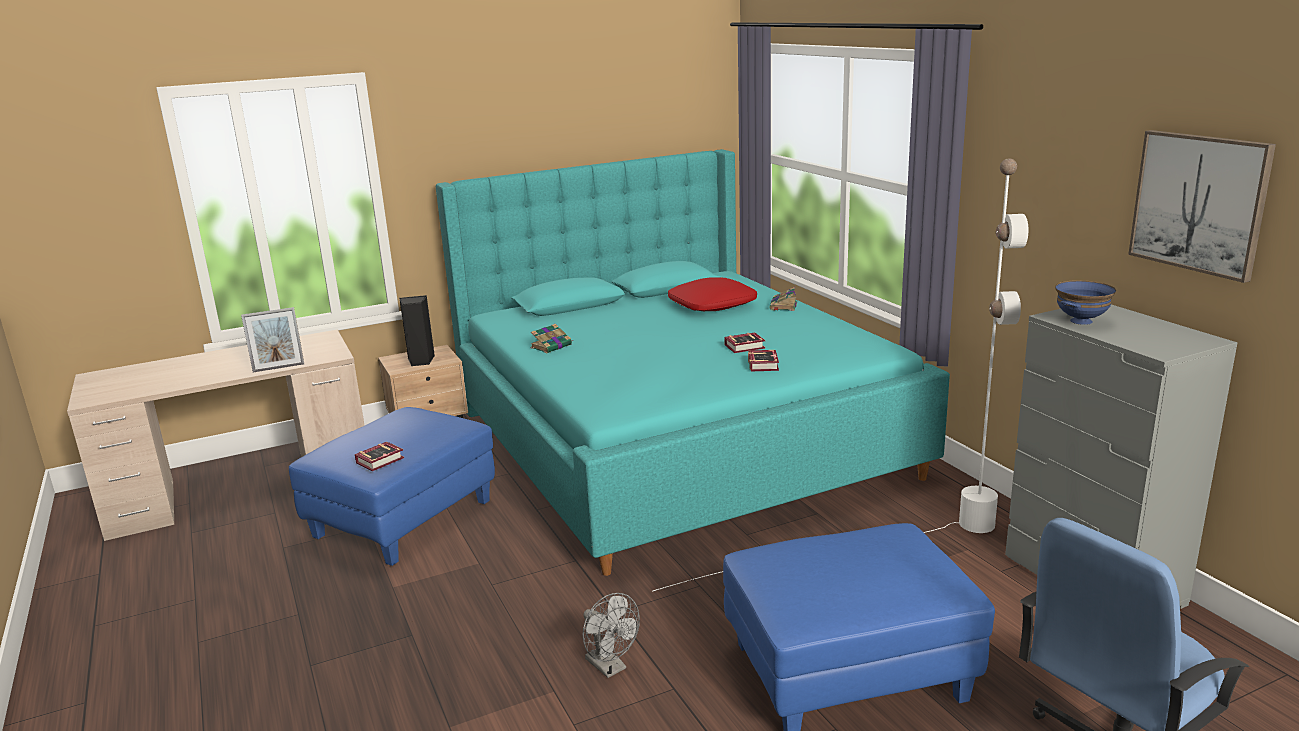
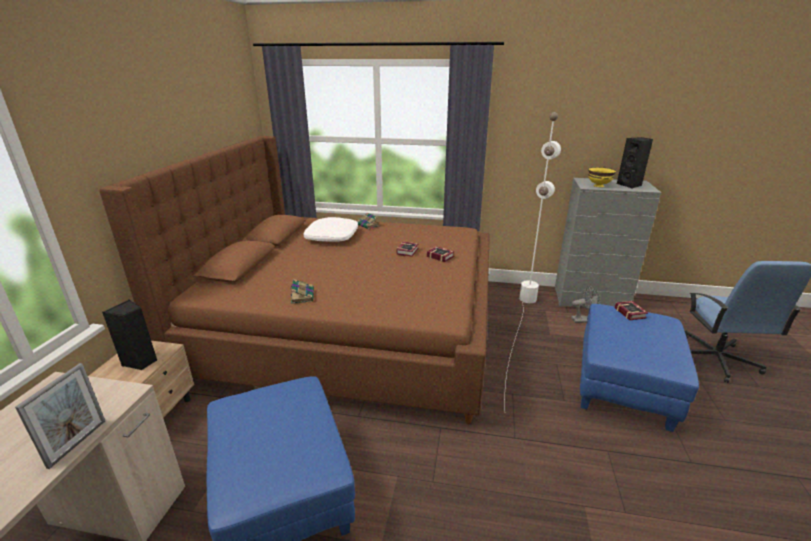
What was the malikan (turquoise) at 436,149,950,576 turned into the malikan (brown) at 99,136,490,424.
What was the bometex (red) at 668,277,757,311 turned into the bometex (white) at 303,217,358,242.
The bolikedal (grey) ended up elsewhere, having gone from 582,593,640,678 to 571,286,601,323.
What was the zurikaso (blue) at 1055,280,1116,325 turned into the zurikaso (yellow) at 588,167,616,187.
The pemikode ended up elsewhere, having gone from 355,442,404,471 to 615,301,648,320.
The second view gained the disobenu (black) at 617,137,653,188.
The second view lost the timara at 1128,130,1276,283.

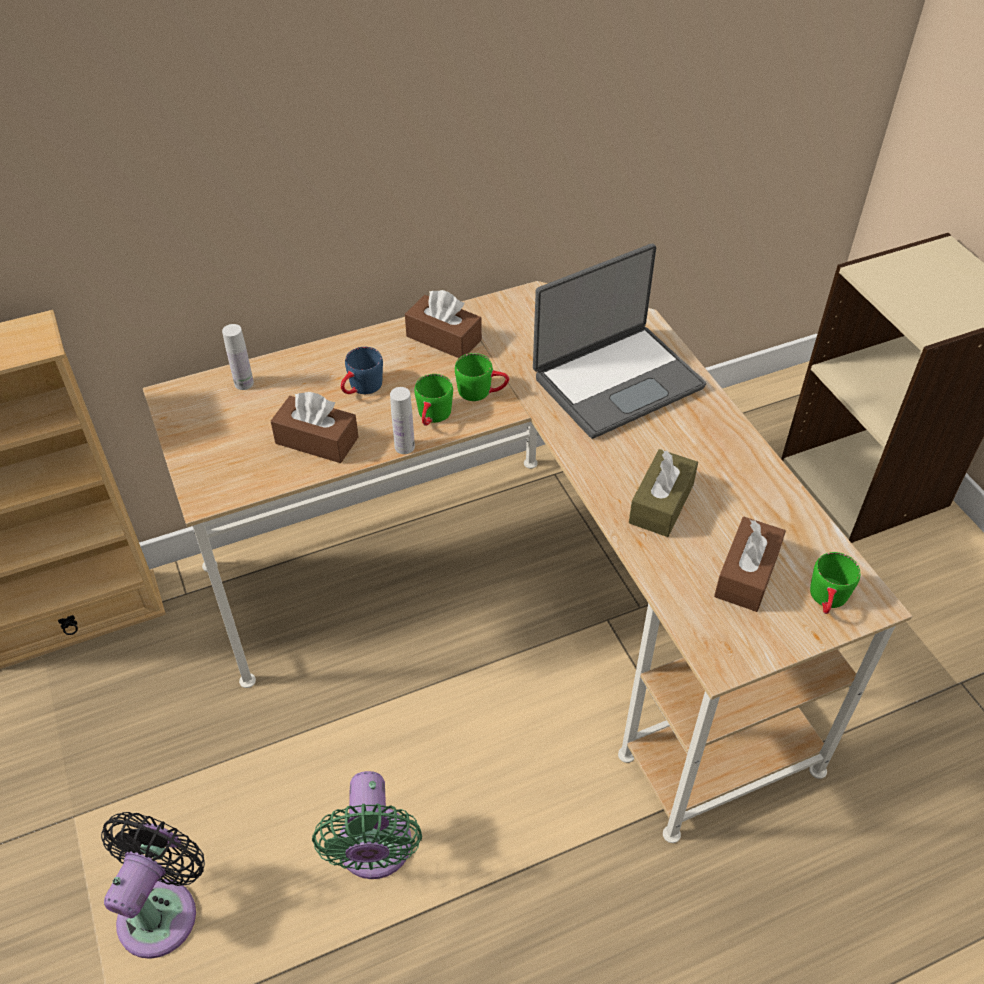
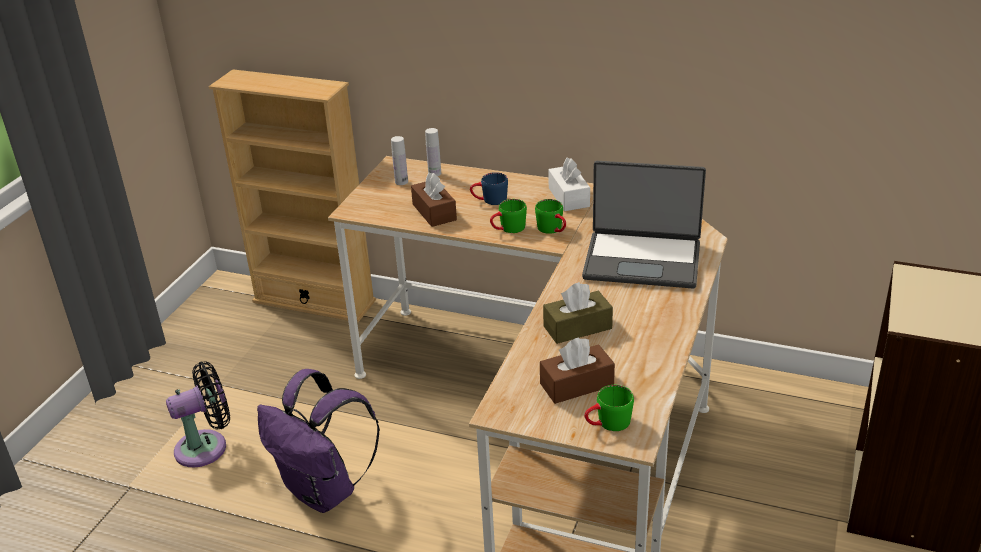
Where the bolikedal (green) stood at 312,771,422,879, the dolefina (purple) came to stand at 257,369,380,513.
The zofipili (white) ended up elsewhere, having gone from 390,387,415,454 to 391,136,408,185.
What was the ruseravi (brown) at 405,290,482,358 turned into the ruseravi (white) at 548,158,590,211.

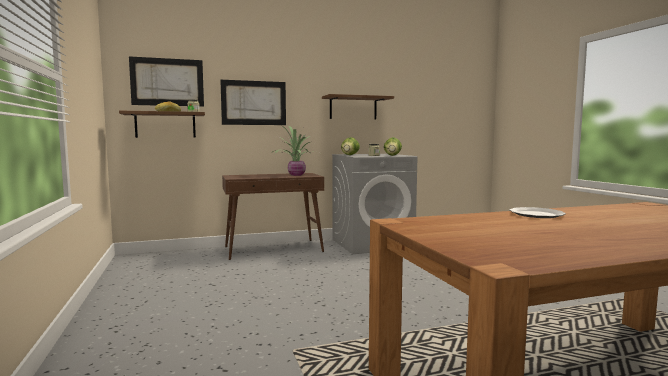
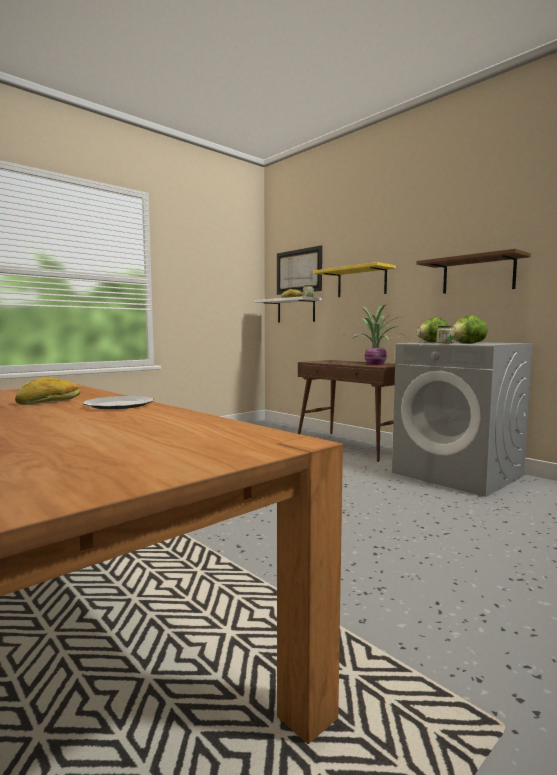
The second view gained the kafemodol at 15,376,80,405.
What was the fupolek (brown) at 119,110,205,138 turned into the fupolek (white) at 254,296,322,323.
Where the timara hung at 220,80,286,125, the fupolek (yellow) came to hang at 313,262,396,297.

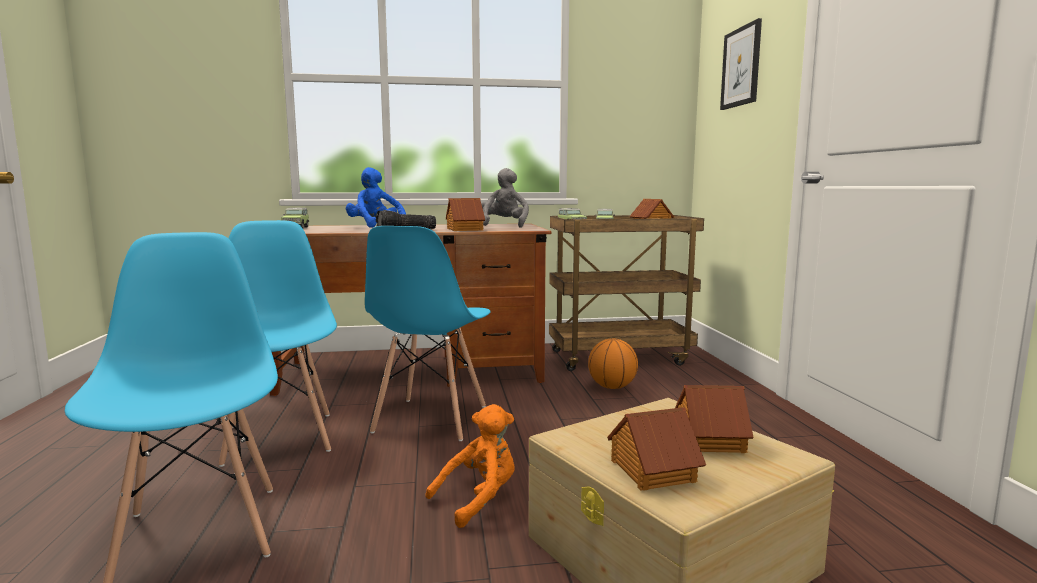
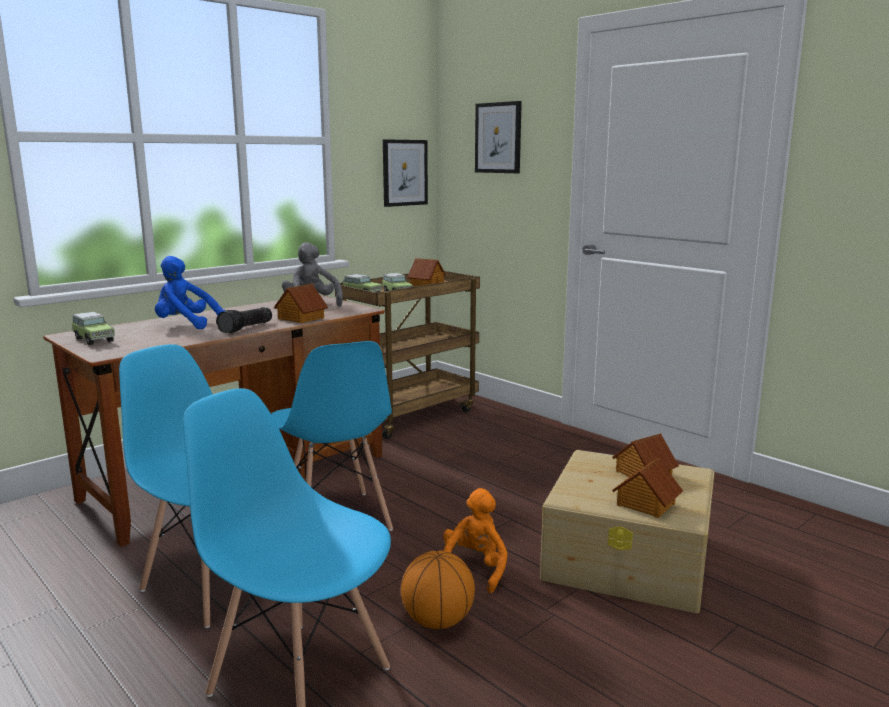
The second view gained the timara at 383,139,428,207.
The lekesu ended up elsewhere, having gone from 588,338,638,389 to 401,551,475,629.

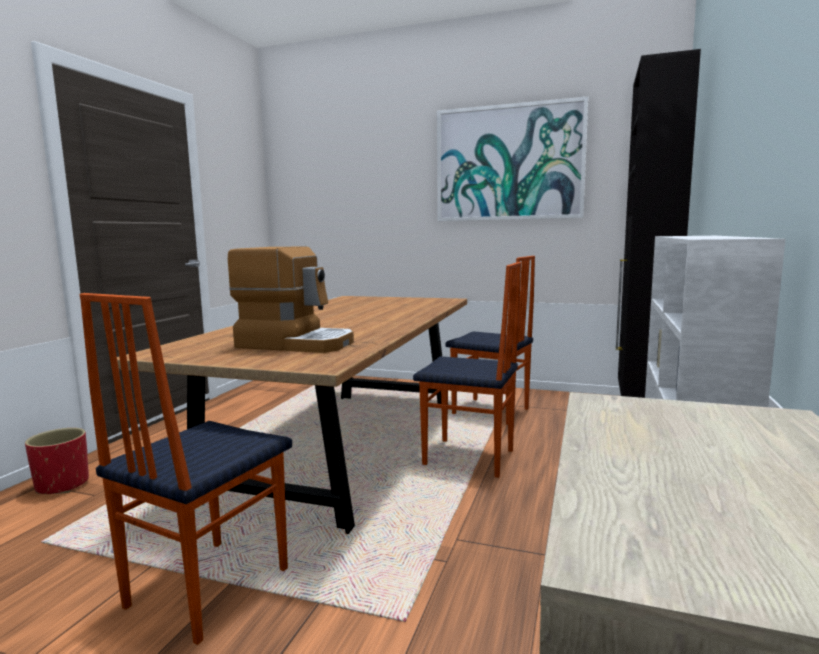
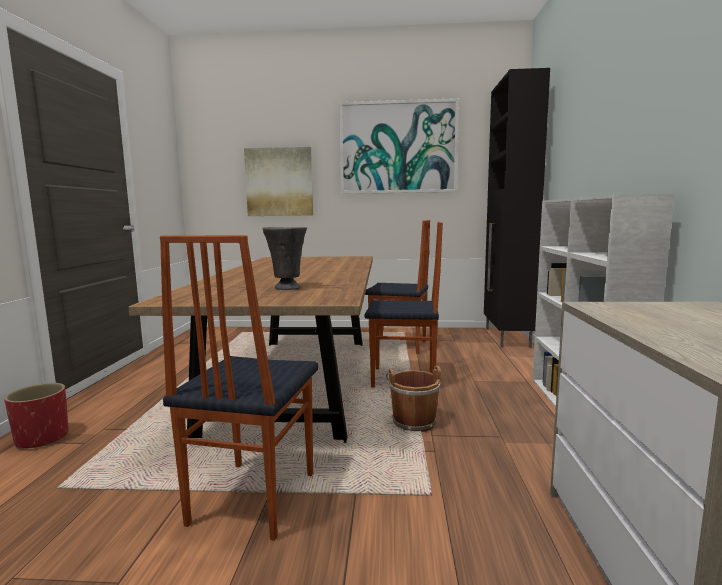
The second view gained the timara at 244,147,313,216.
Where the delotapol stood at 228,246,354,353, the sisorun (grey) came to stand at 263,227,307,290.
The second view gained the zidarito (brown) at 386,366,441,432.

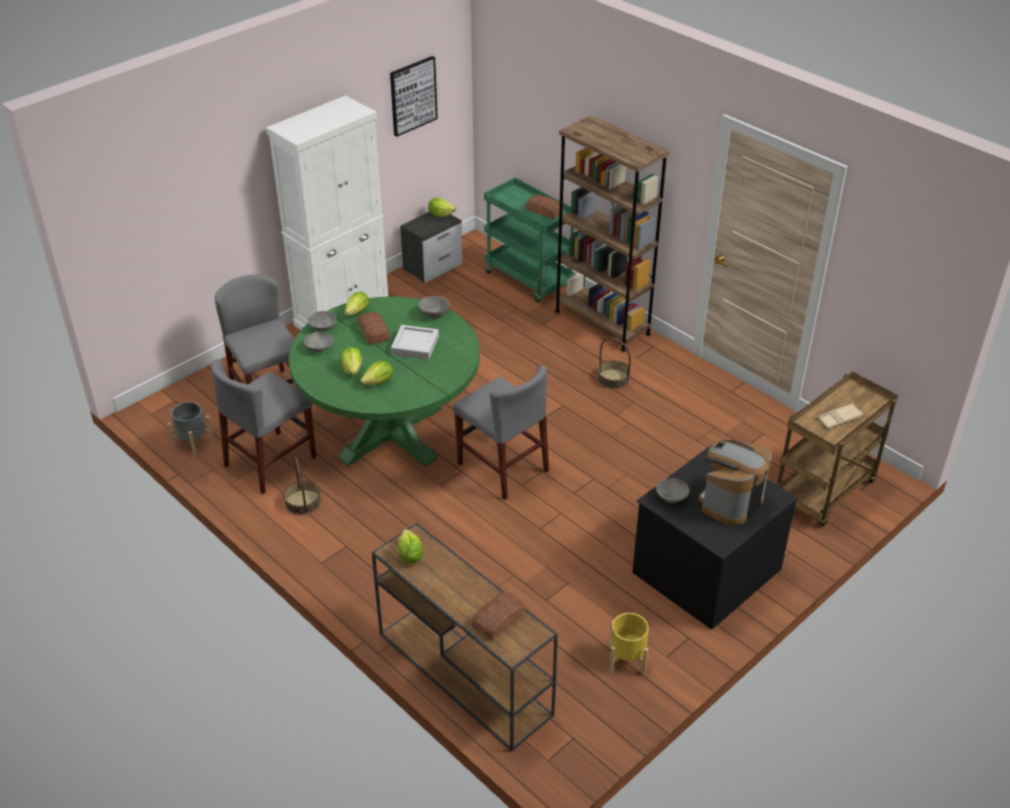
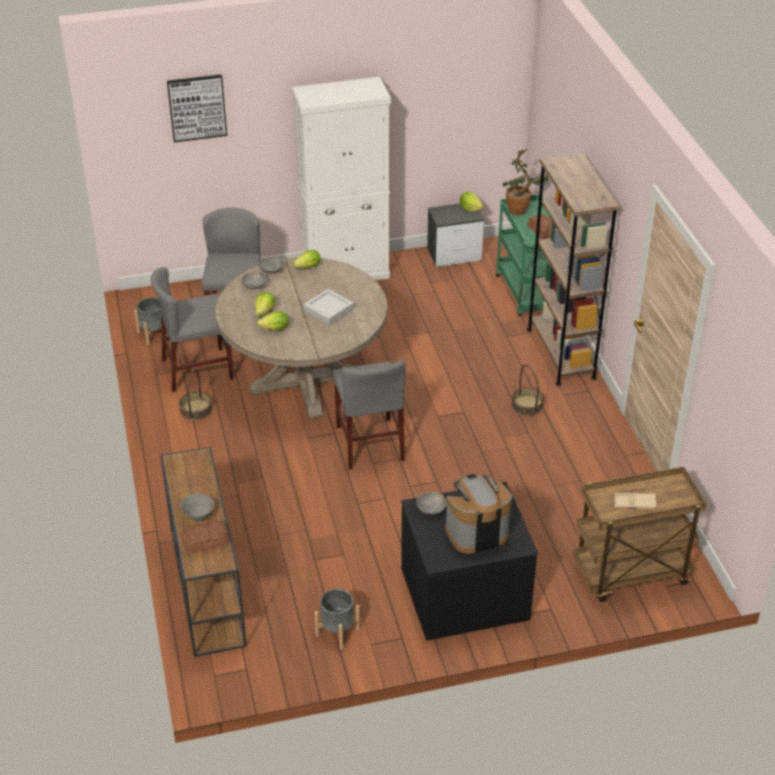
The timara ended up elsewhere, having gone from 390,56,438,137 to 167,75,227,142.
The zurikaso (grey) ended up elsewhere, having gone from 418,296,449,319 to 180,493,215,521.
What was the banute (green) at 289,297,480,467 turned into the banute (beige) at 215,257,387,419.
What was the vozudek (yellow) at 609,613,649,675 turned into the vozudek (grey) at 314,589,360,649.
The second view gained the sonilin at 502,149,549,215.
The second view lost the kafemodol at 358,312,390,345.
The second view lost the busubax at 398,529,423,564.

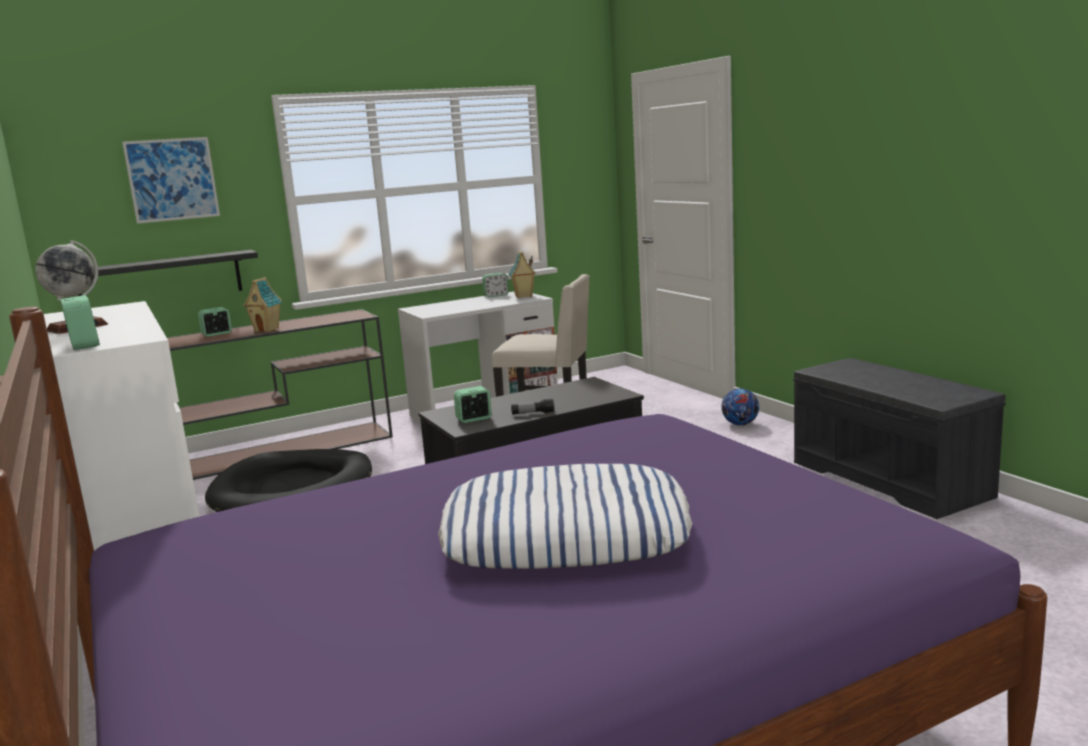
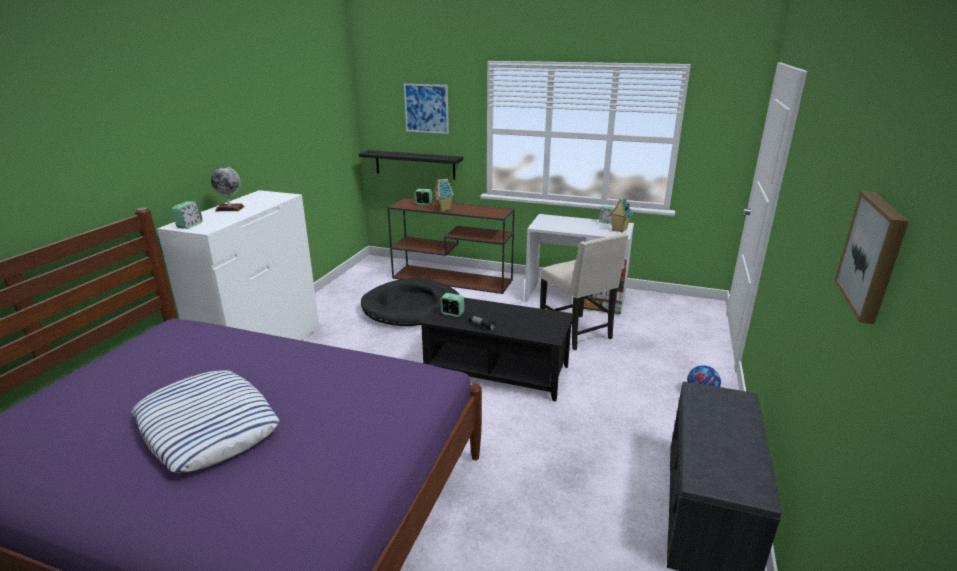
The second view gained the timara at 834,191,909,324.

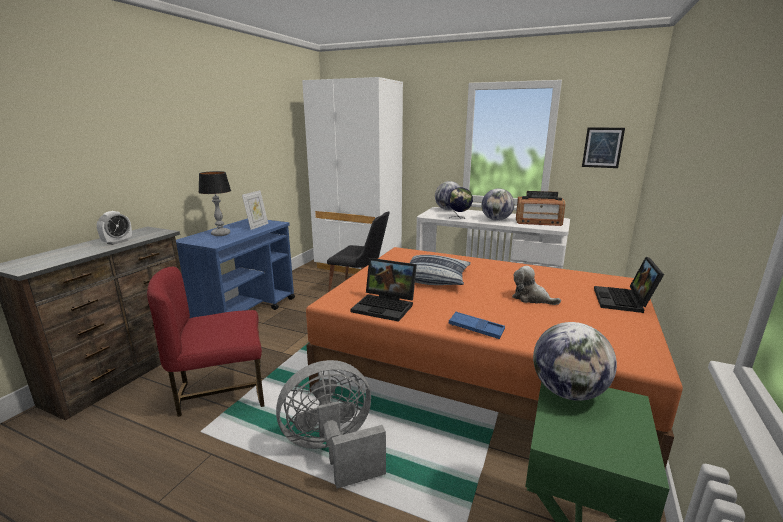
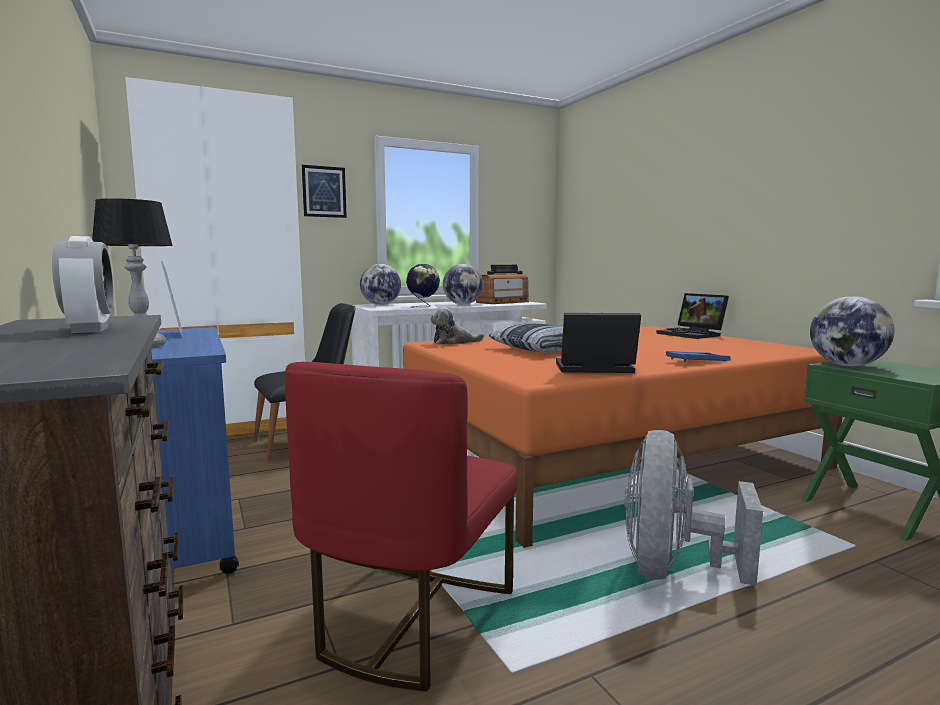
The timara ended up elsewhere, having gone from 582,127,625,168 to 302,165,347,218.
The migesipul ended up elsewhere, having gone from 512,266,561,305 to 430,307,484,345.
The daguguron at 350,258,417,322 ended up facing another way, 150 degrees counterclockwise from before.

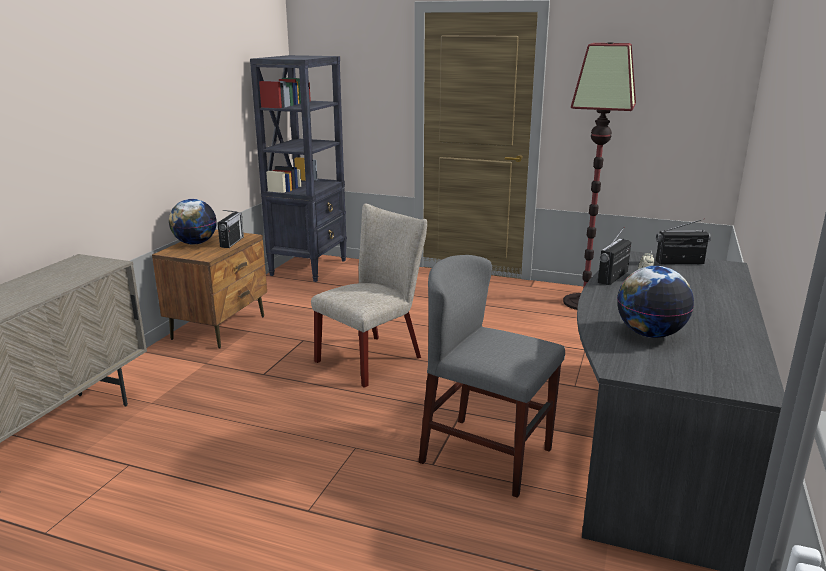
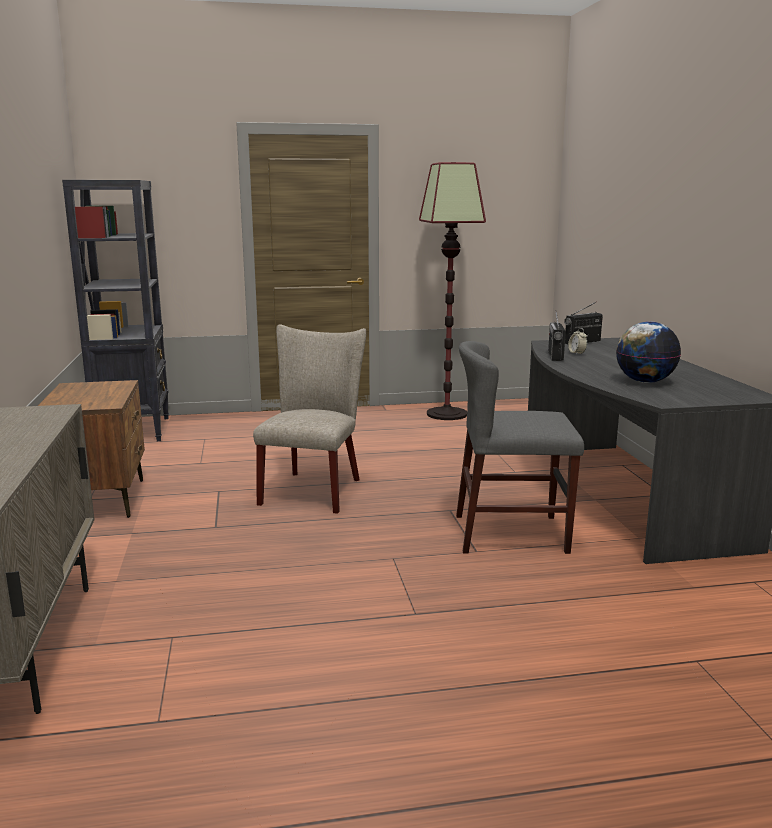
The second view lost the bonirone at 169,199,217,245.
The second view lost the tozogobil at 217,210,244,248.

